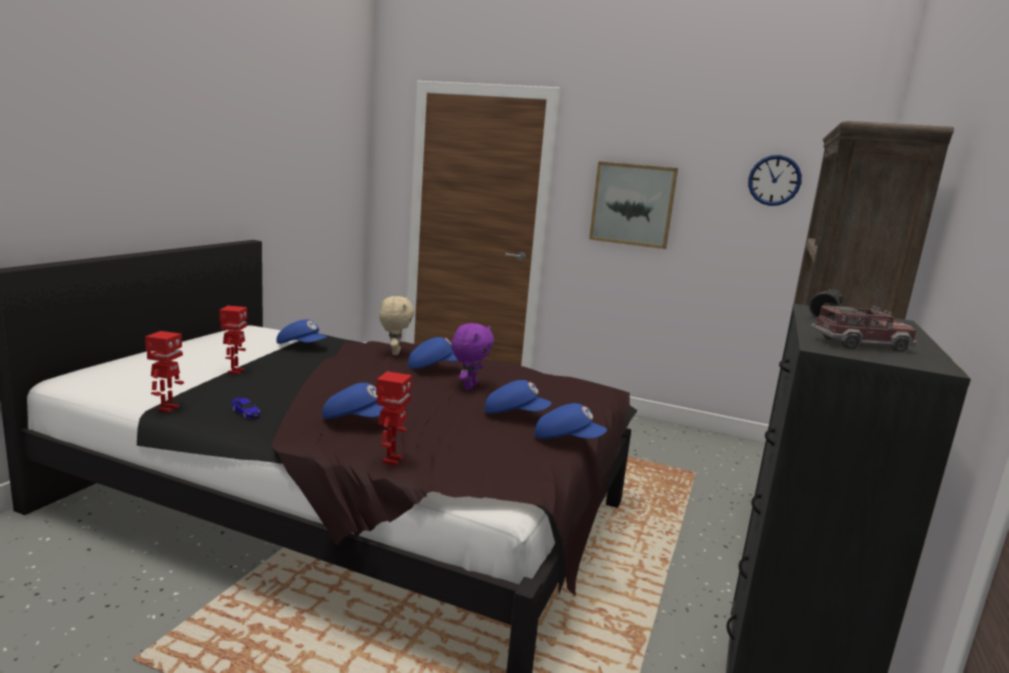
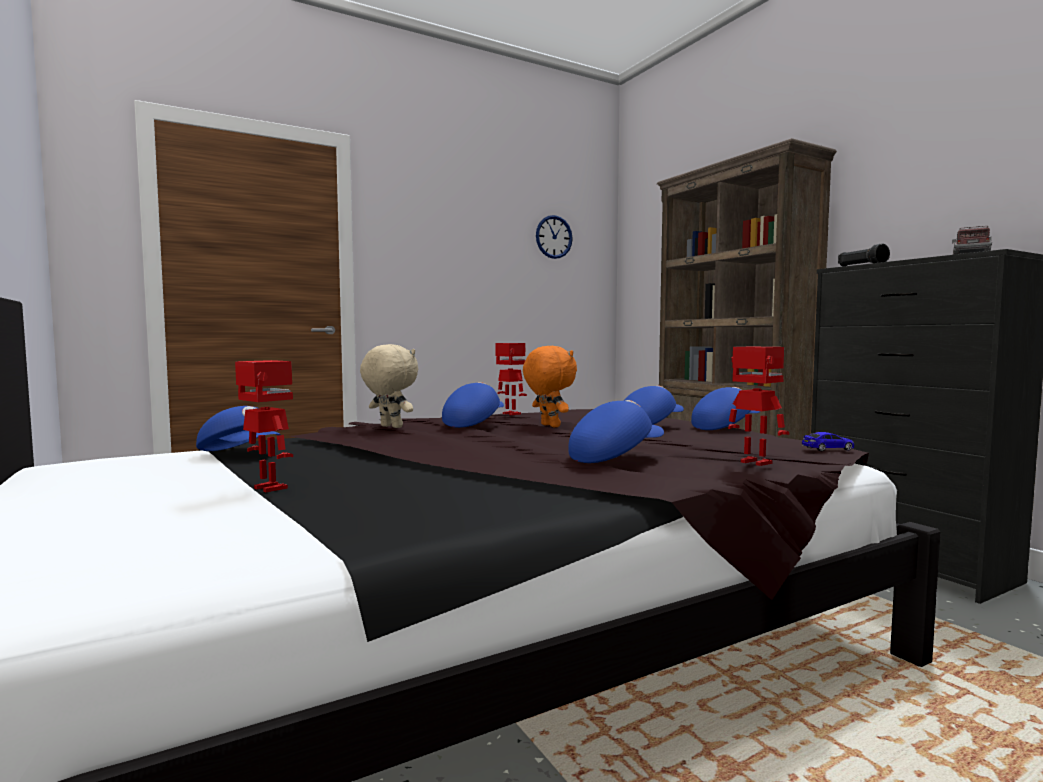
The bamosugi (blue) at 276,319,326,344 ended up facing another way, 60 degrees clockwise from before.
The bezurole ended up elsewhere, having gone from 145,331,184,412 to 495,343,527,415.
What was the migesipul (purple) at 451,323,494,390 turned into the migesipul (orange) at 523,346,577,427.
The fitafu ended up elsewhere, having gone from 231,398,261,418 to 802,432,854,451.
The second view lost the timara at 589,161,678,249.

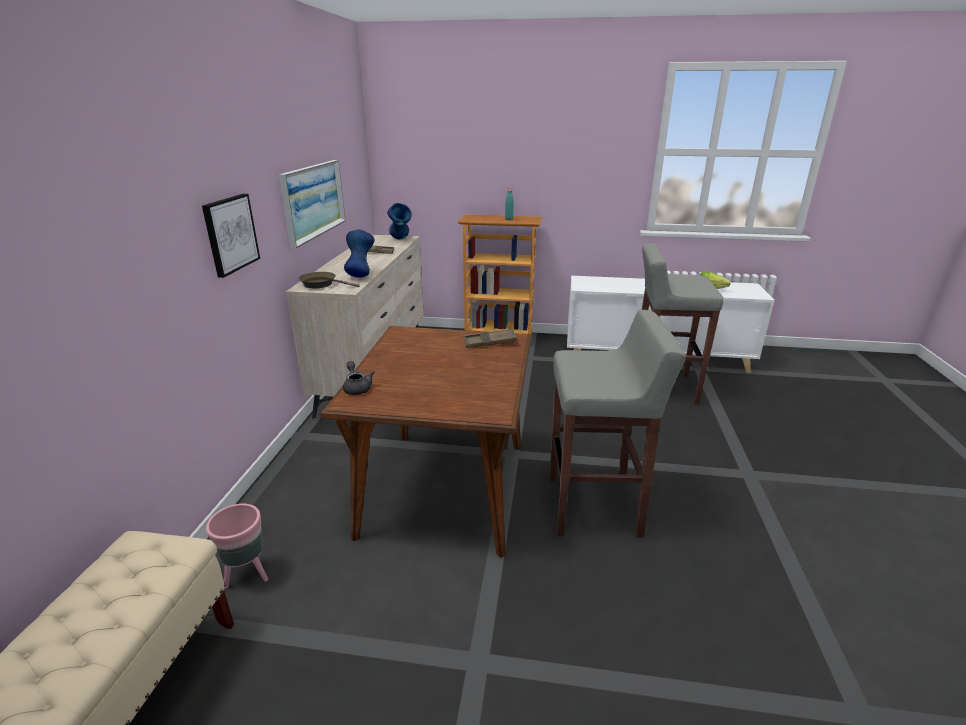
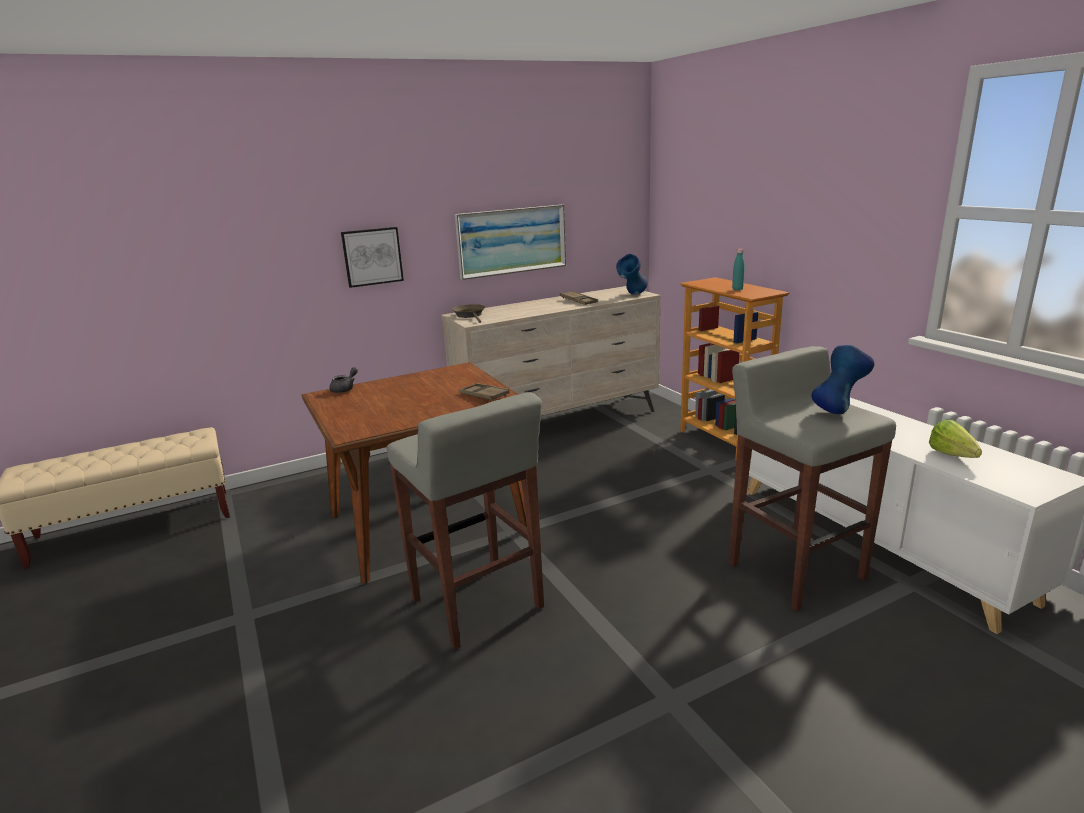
The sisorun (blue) ended up elsewhere, having gone from 344,229,374,278 to 811,345,874,414.
The second view lost the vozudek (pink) at 206,504,268,589.

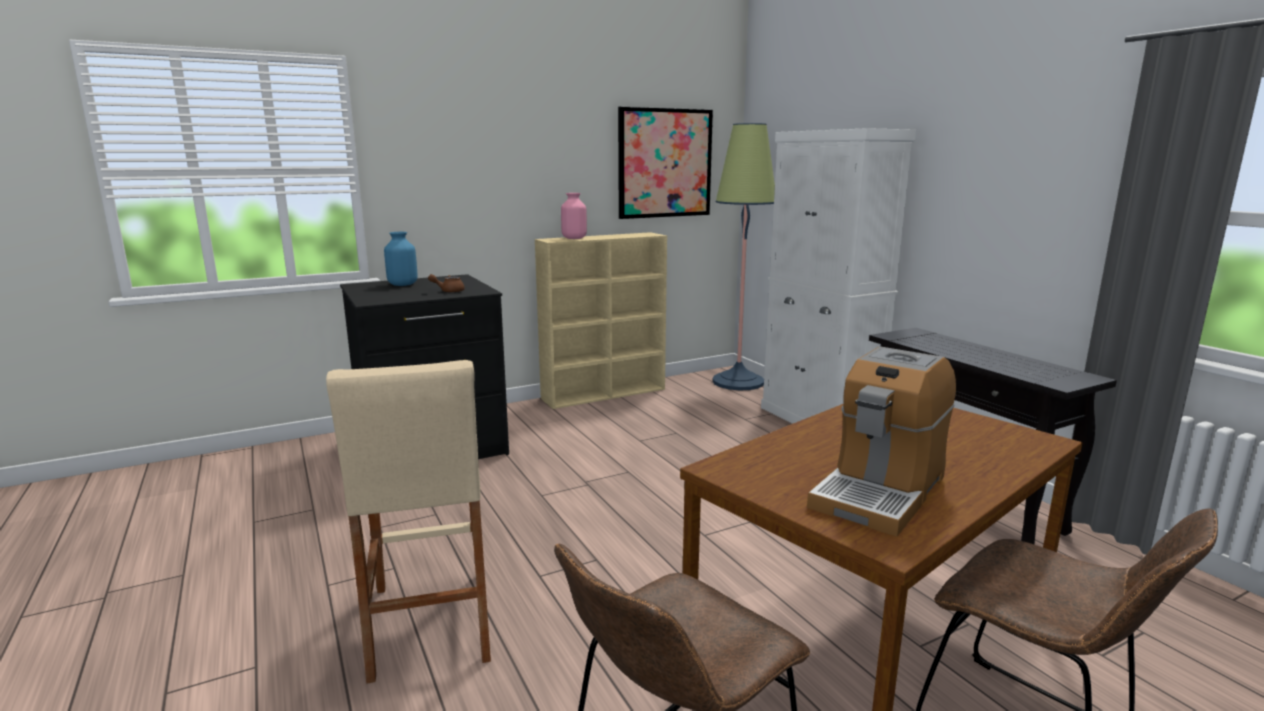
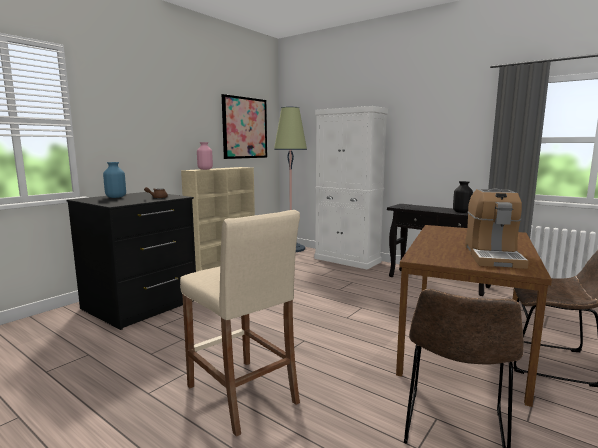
The second view gained the sisorun (black) at 453,181,473,213.

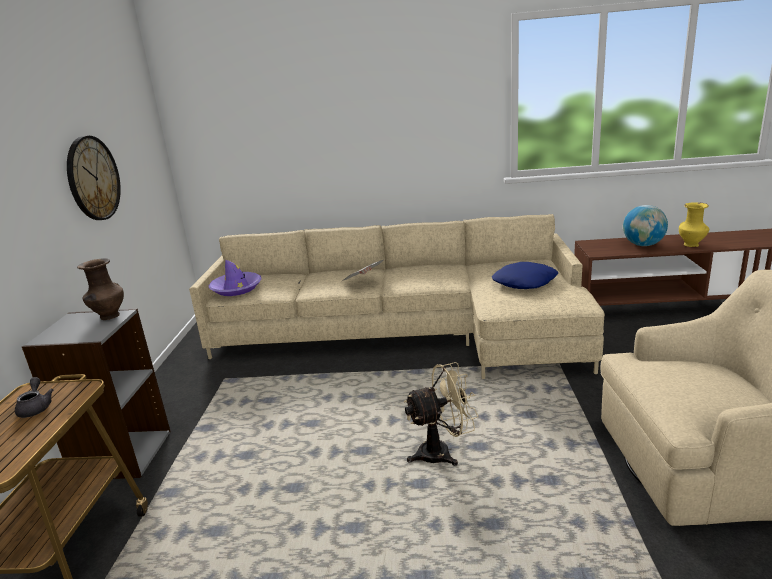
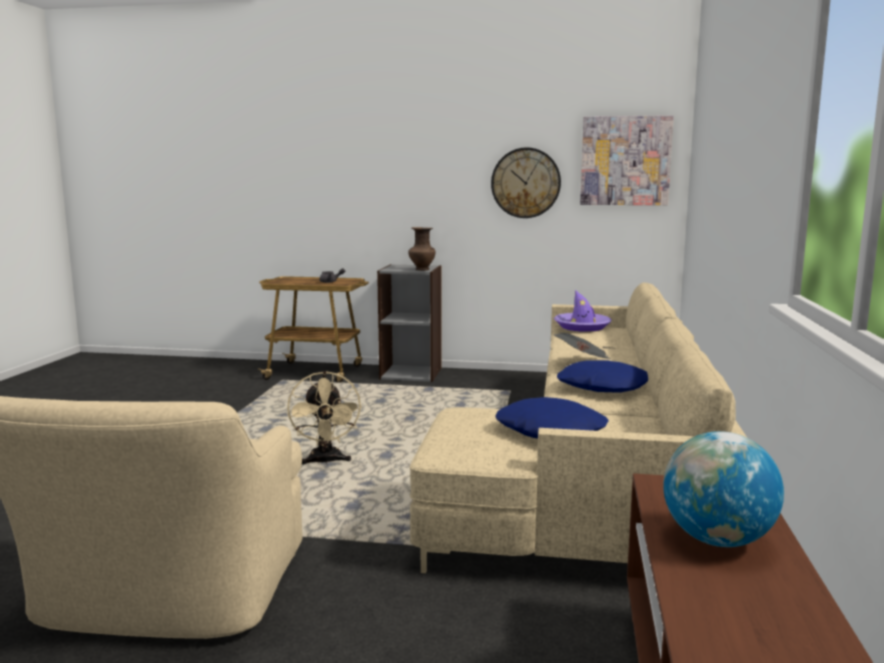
The second view gained the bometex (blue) at 557,360,648,393.
The second view gained the timara at 580,115,674,205.
The second view lost the sisorun (yellow) at 679,202,709,247.

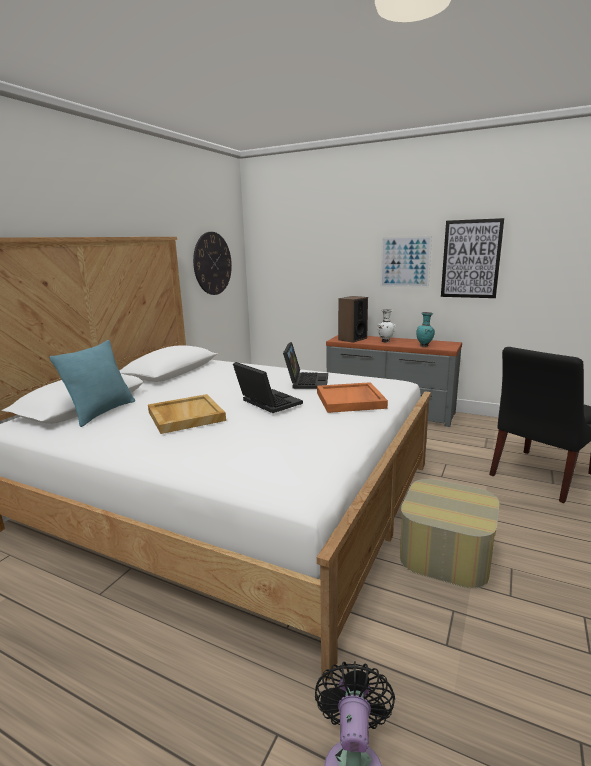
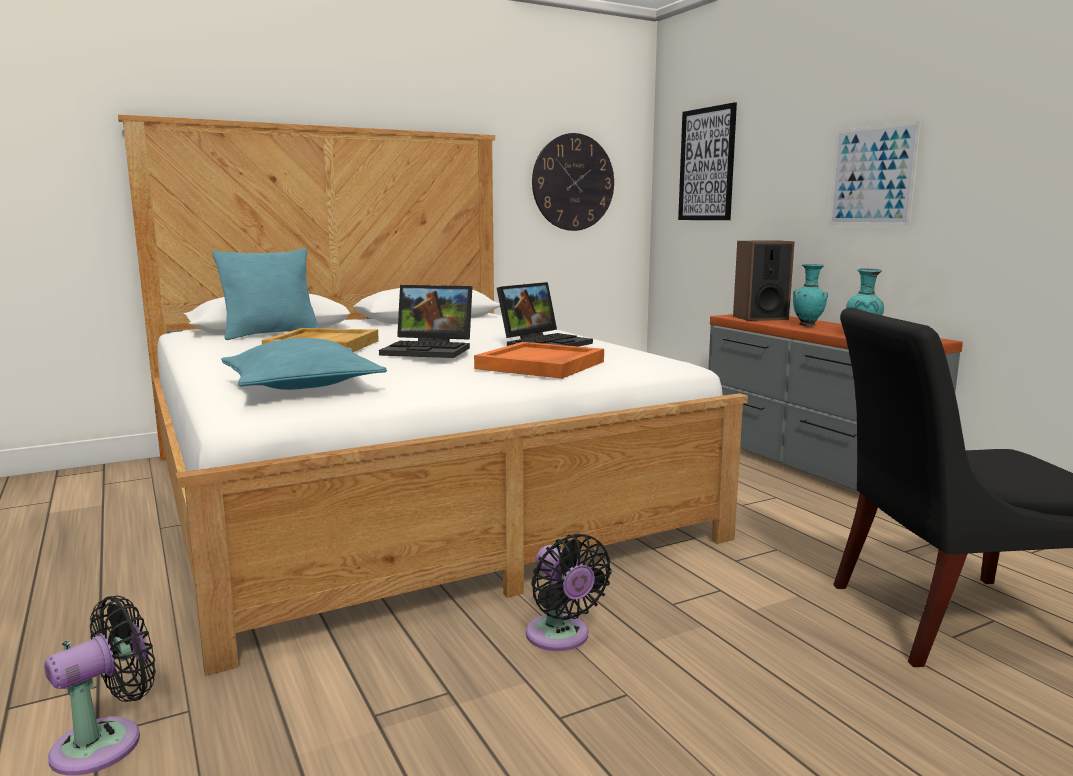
The second view gained the bometex (turquoise) at 221,338,387,390.
The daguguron at 233,362,303,413 ended up facing another way, 105 degrees clockwise from before.
Where the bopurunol stood at 399,479,499,588, the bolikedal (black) came to stand at 526,533,612,651.
The timara ended up elsewhere, having gone from 441,218,504,298 to 678,102,737,220.
What was the sisorun (white) at 378,309,396,343 turned into the sisorun (turquoise) at 793,264,828,327.

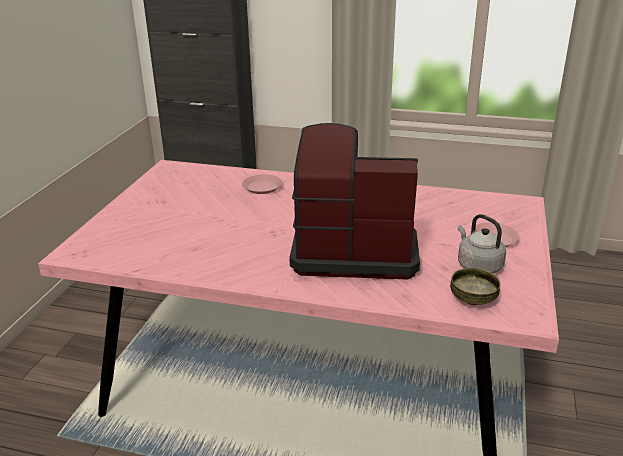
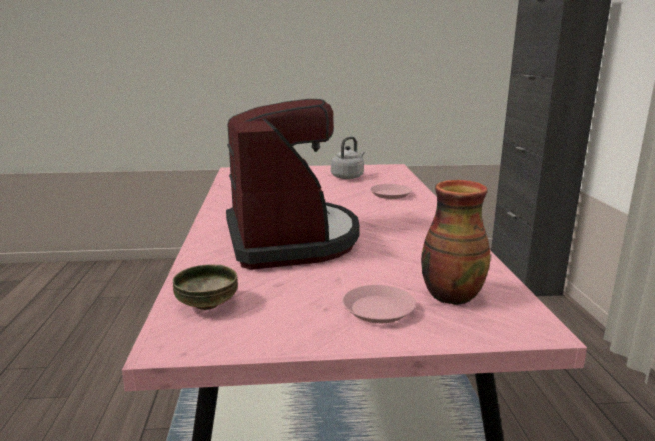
The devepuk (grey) ended up elsewhere, having gone from 458,214,506,274 to 331,137,365,179.
The second view gained the sisorun at 421,180,490,305.

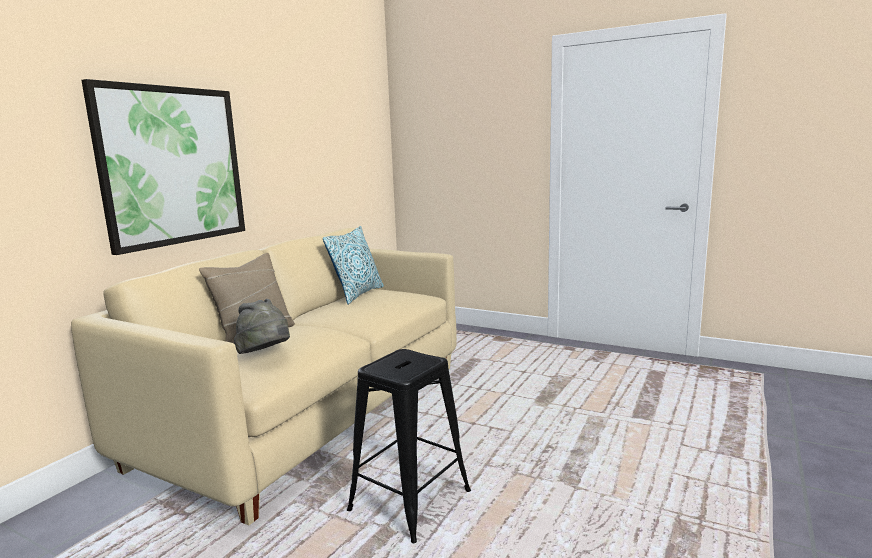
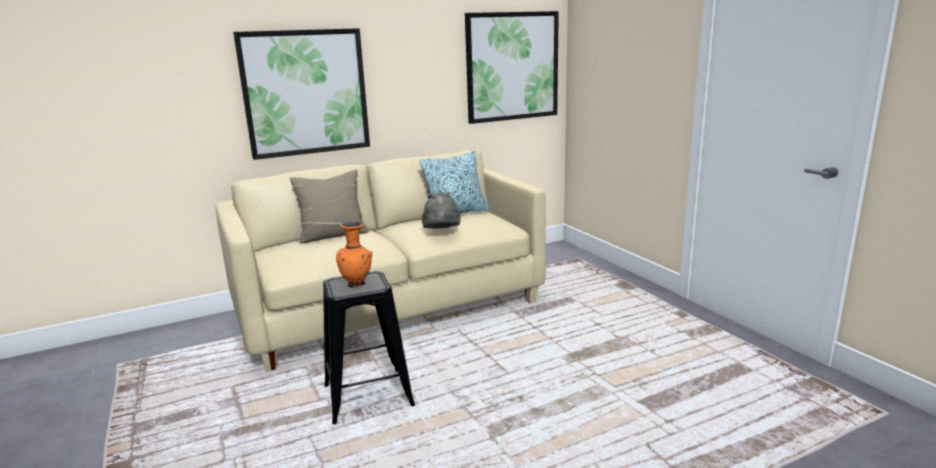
The second view gained the sisorun (orange) at 336,221,372,288.
The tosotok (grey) ended up elsewhere, having gone from 234,299,290,354 to 422,192,461,228.
The second view gained the timara at 465,11,559,124.

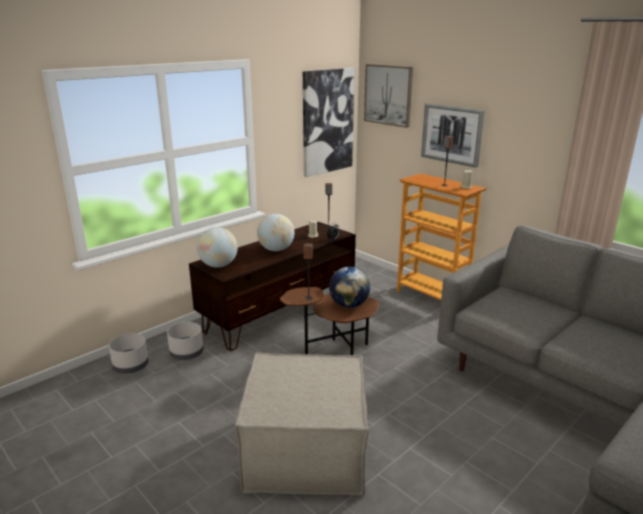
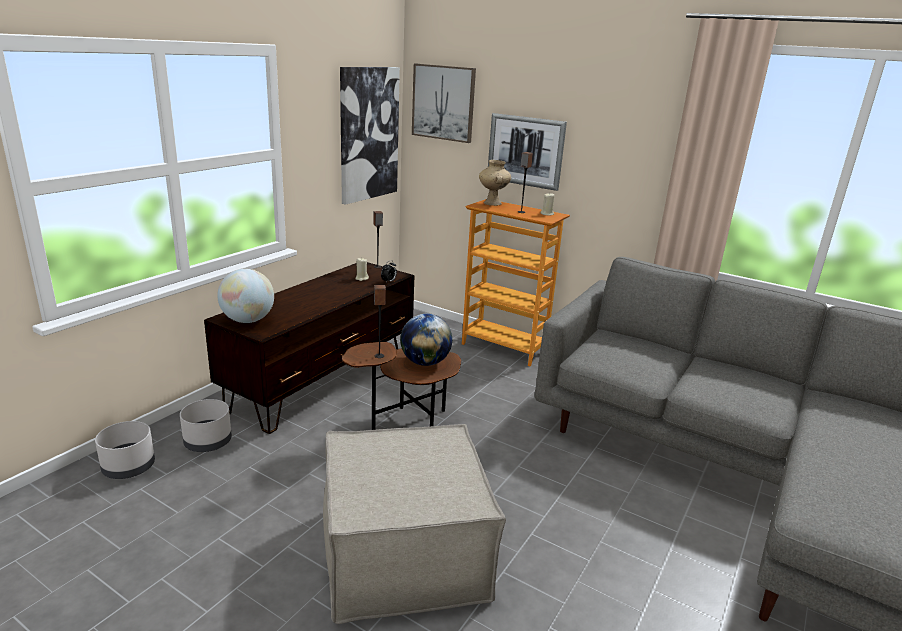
The second view gained the sisorun (beige) at 479,160,511,206.
The second view lost the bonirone at 257,214,295,251.

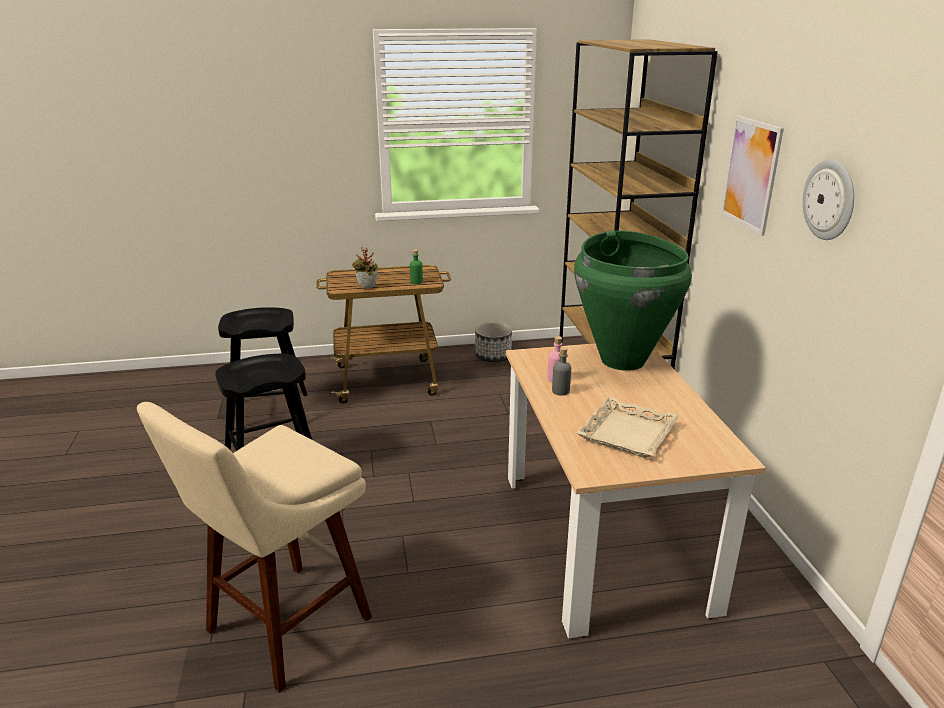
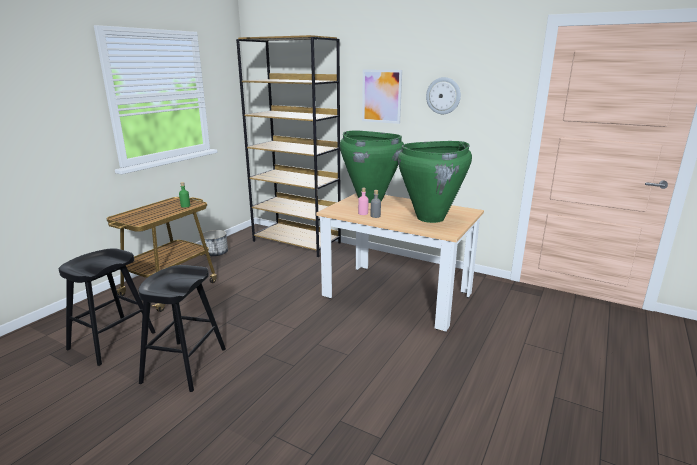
Where the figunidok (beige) stood at 576,397,679,458, the sisorun (green) came to stand at 398,141,472,223.
The second view lost the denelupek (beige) at 137,402,372,693.
The second view lost the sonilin at 352,247,378,288.

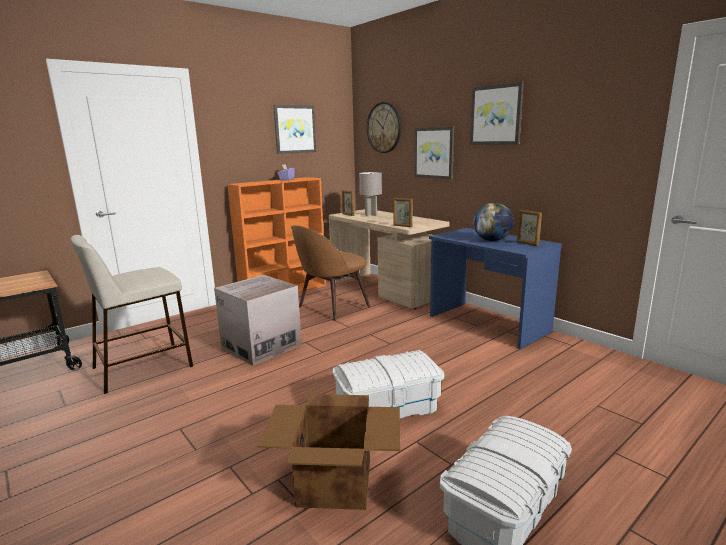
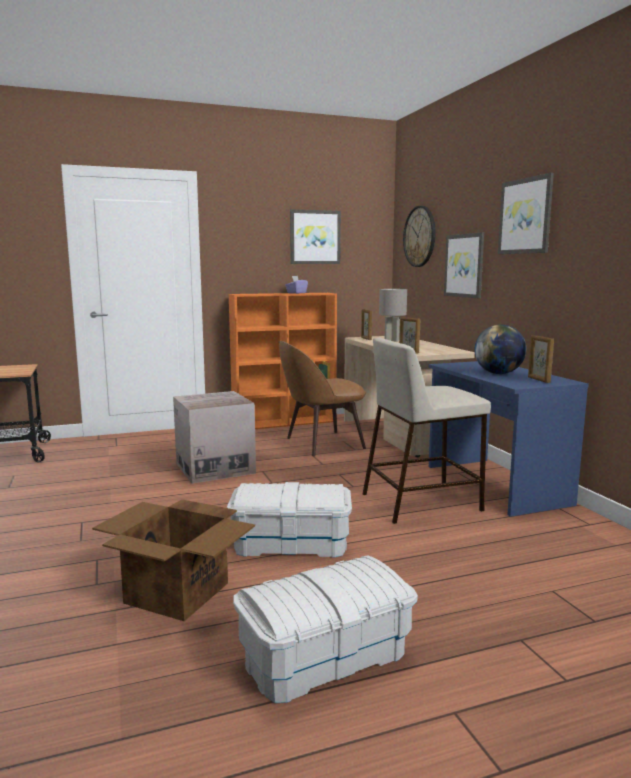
The denelupek (beige) ended up elsewhere, having gone from 70,235,193,394 to 363,337,491,524.

